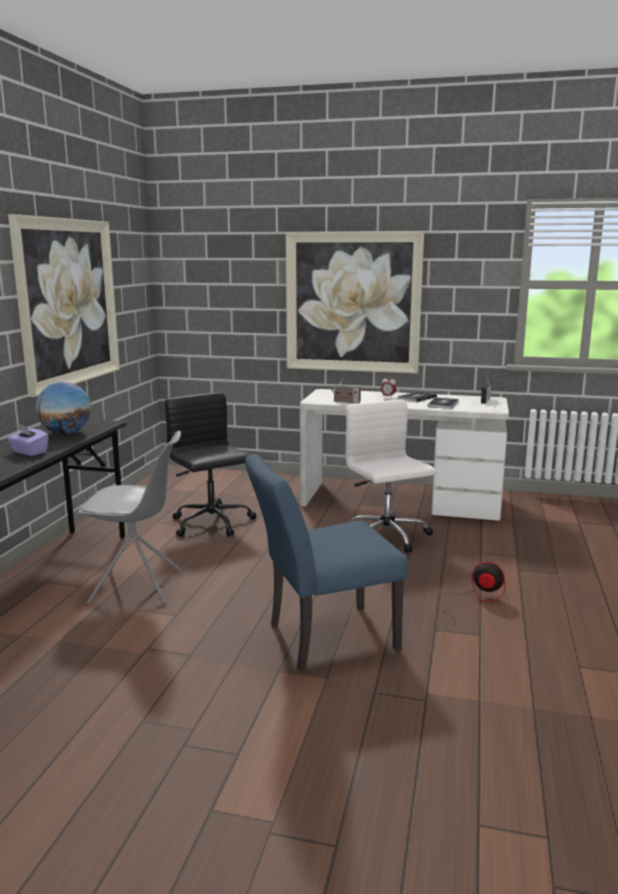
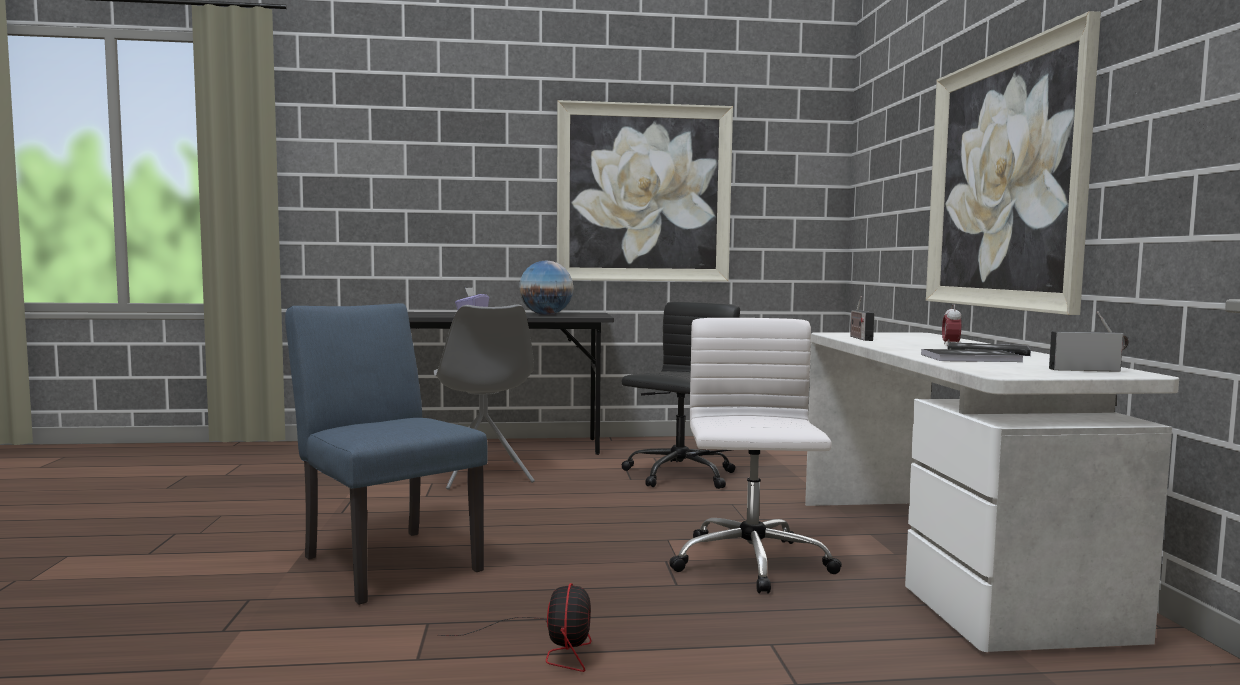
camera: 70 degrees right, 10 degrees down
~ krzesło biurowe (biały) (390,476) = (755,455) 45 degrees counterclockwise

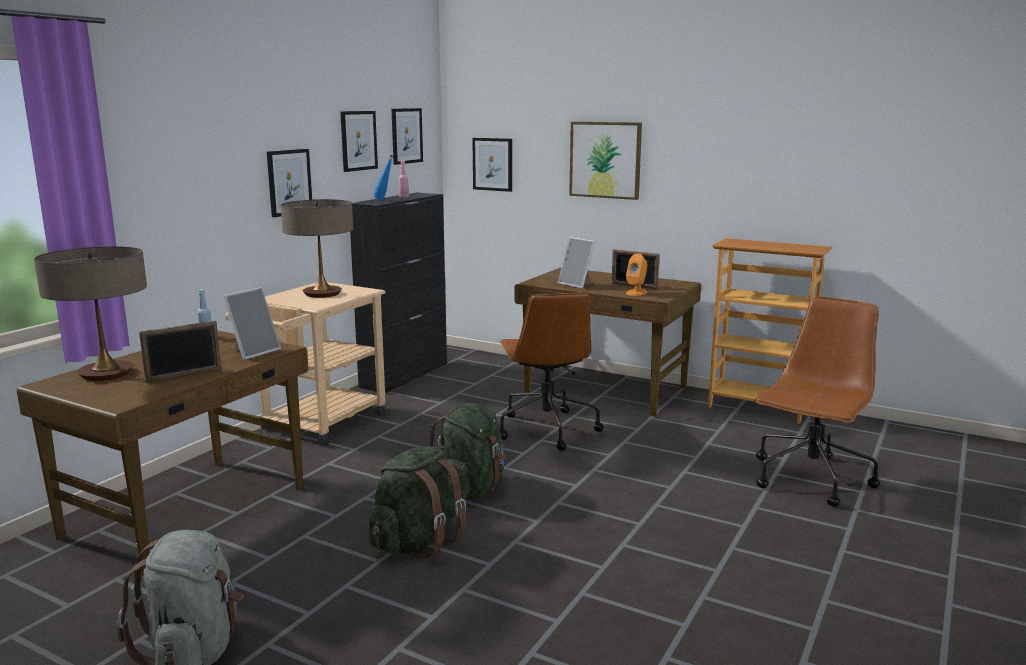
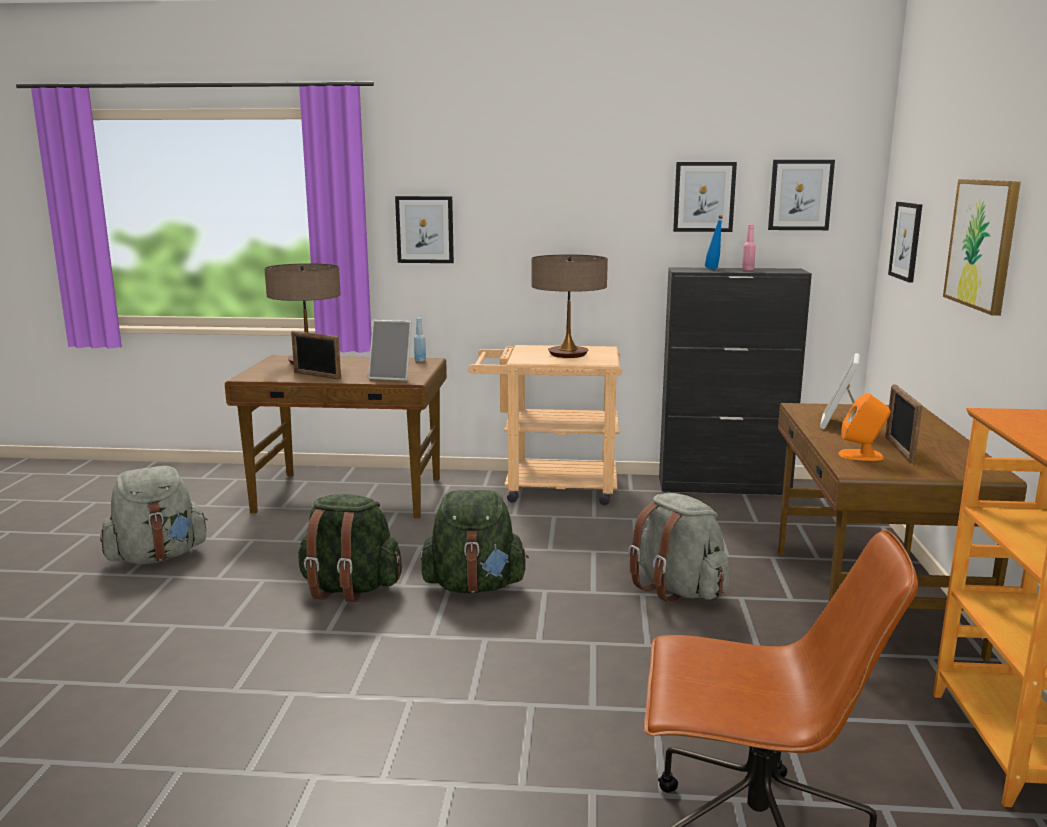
camera: 65 degrees right, 0 degrees up
~ obraz (289,183) to (424,229)
~ krzesło biurowe (brązowy) (551,371) to plecak (szary) (678,548)

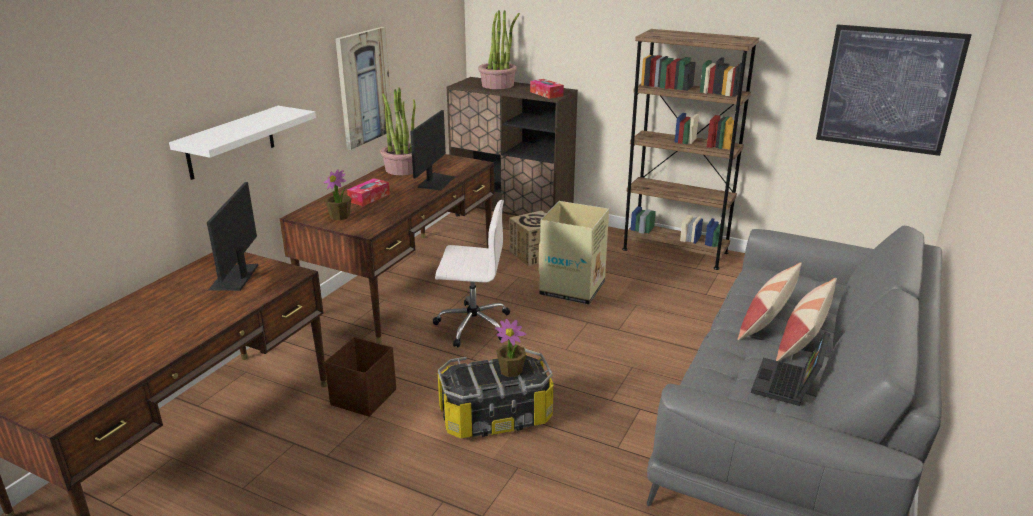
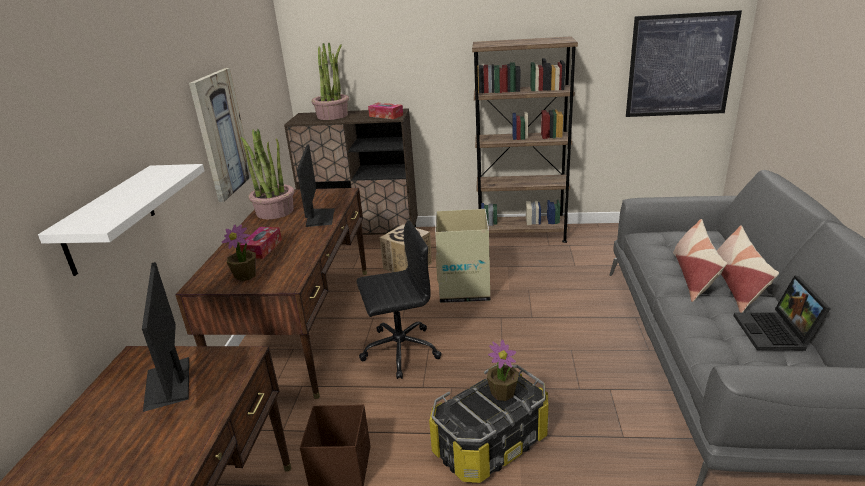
camera: 20 degrees left, 0 degrees up
~ krzesło biurowe (biały) (471,274) to krzesło biurowe (czarny) (399,299)

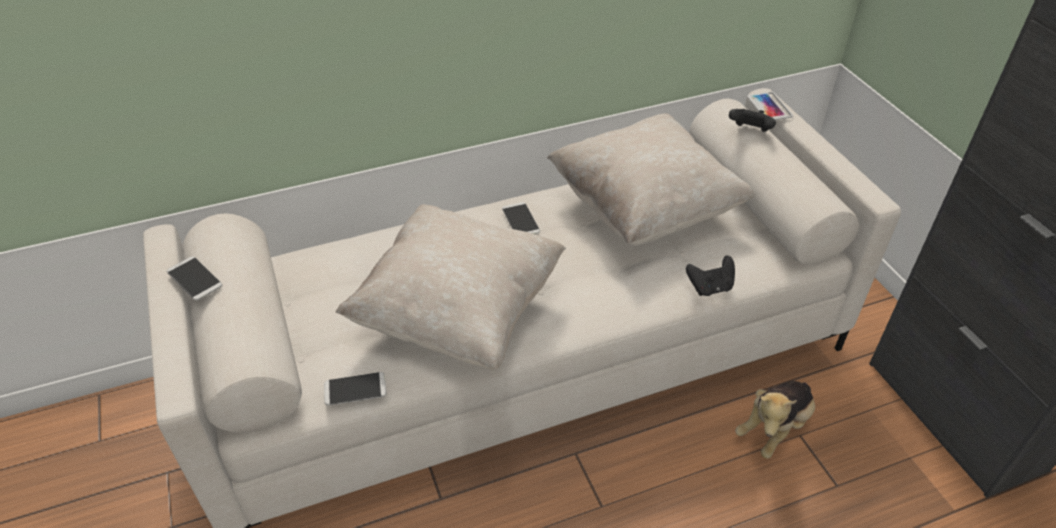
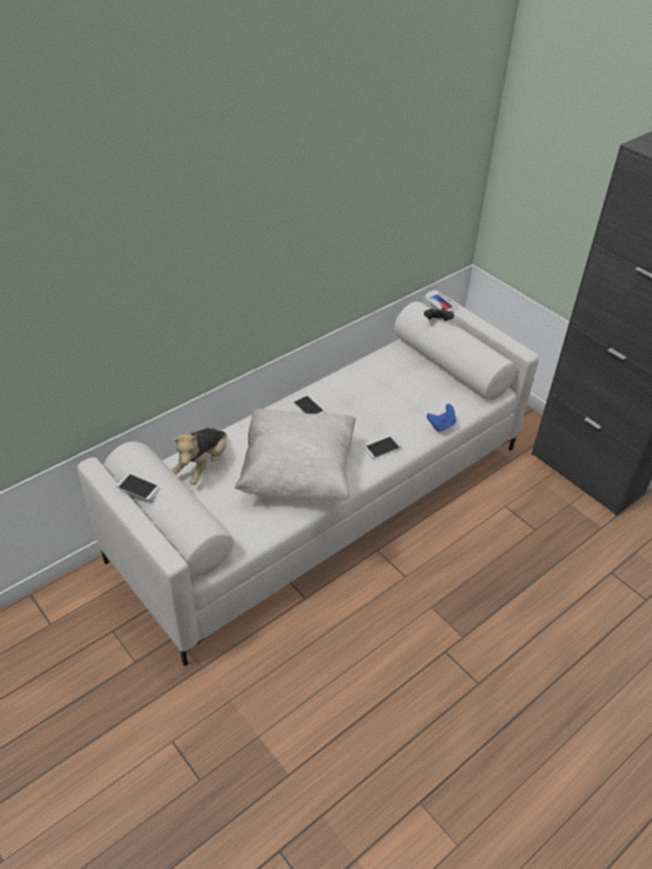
camera: 20 degrees left, 0 degrees up
- poduszka (beżowy) (650,179)
~ pad do gier (czarny) (710,275) to pad do gier (niebieski) (441,418)
~ telefon (355,389) to (382,447)
~ pluszak (775,420) to (199,456)

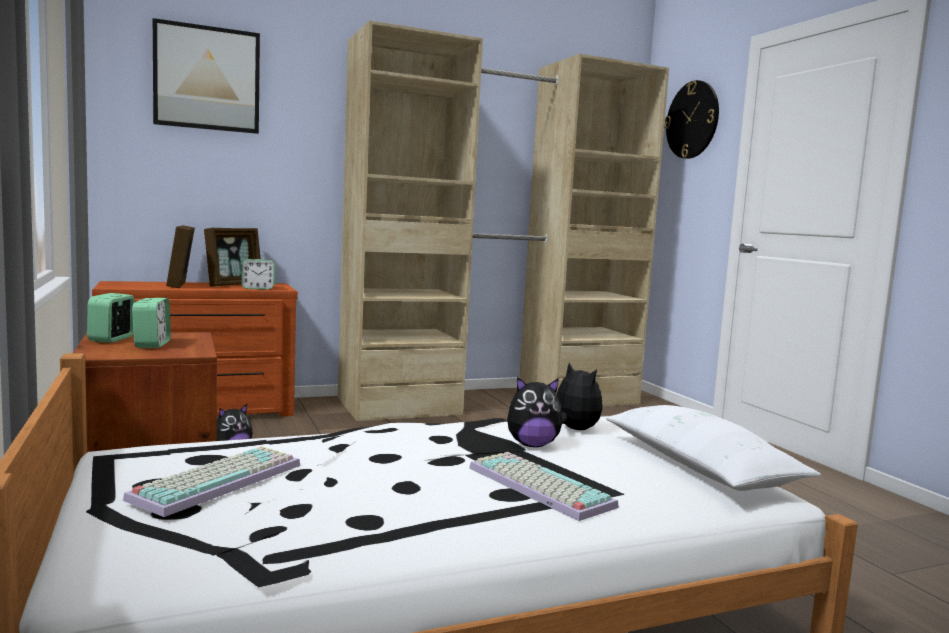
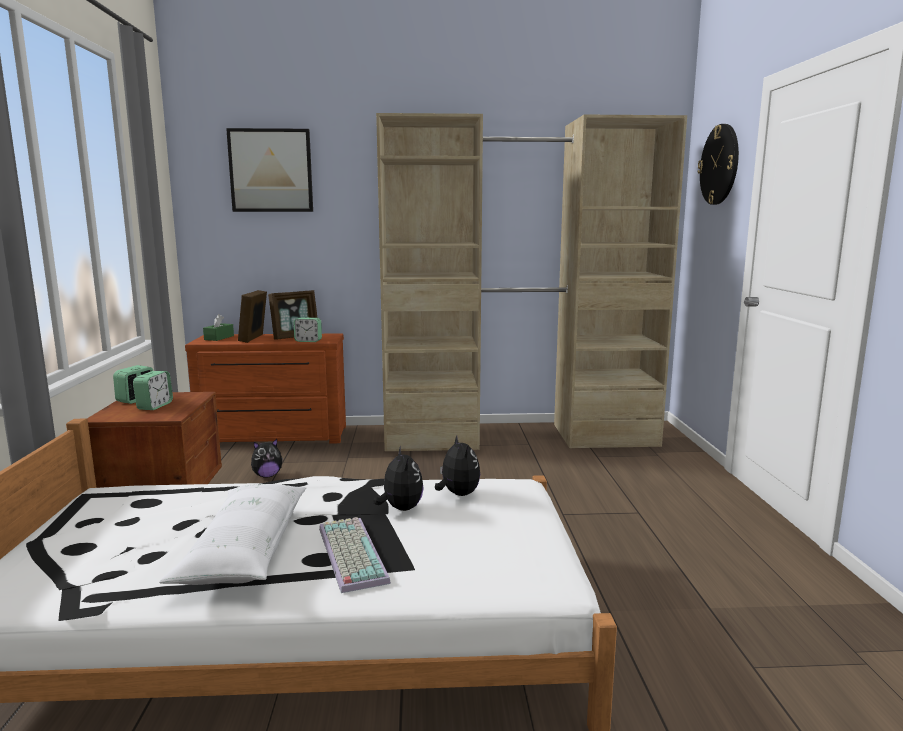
camera: 20 degrees right, 5 degrees up
~ pluszak (535,412) = (399,478) 120 degrees counterclockwise
~ poduszka (biały) (713,448) to (232,534)
- klawiatura (212,481)
+ pudełko chusteczek (zielony) (218,327)

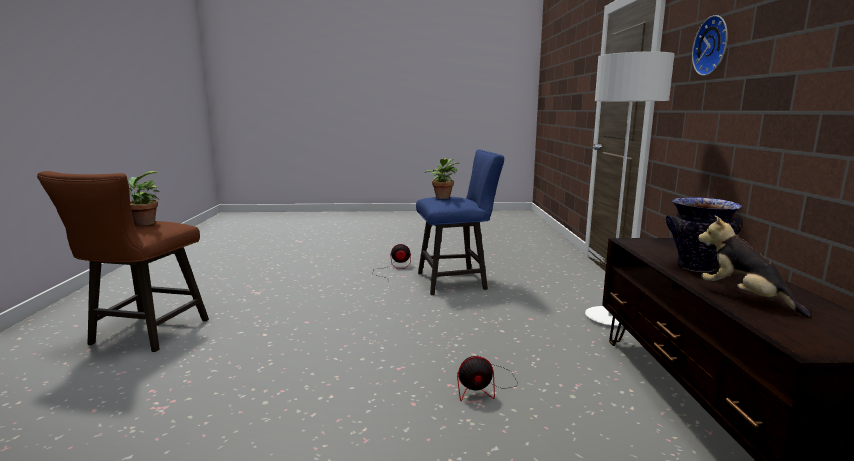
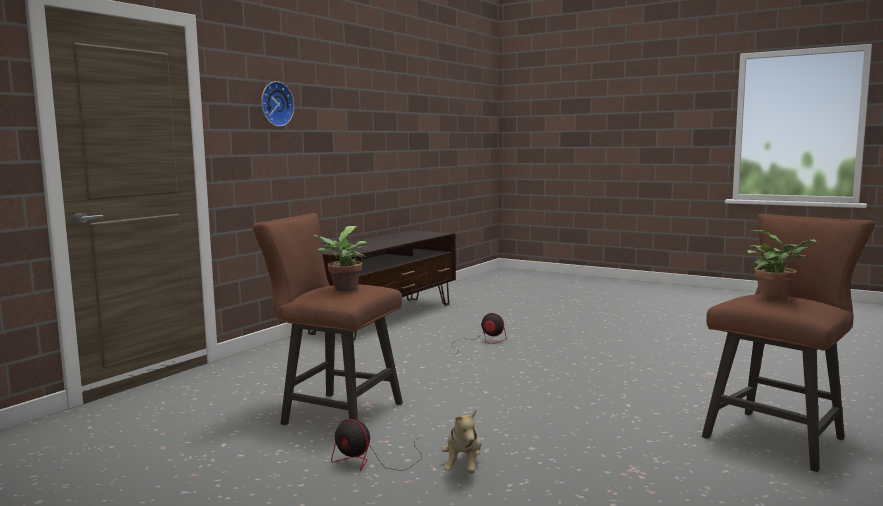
camera: 145 degrees left, 5 degrees down
- lampa stojąca (biały) (630,189)
~ stołek (niebieski) (460,222) to stołek (brązowy) (328,319)
- wazon (704,235)
~ pluszak (754,266) to (461,441)

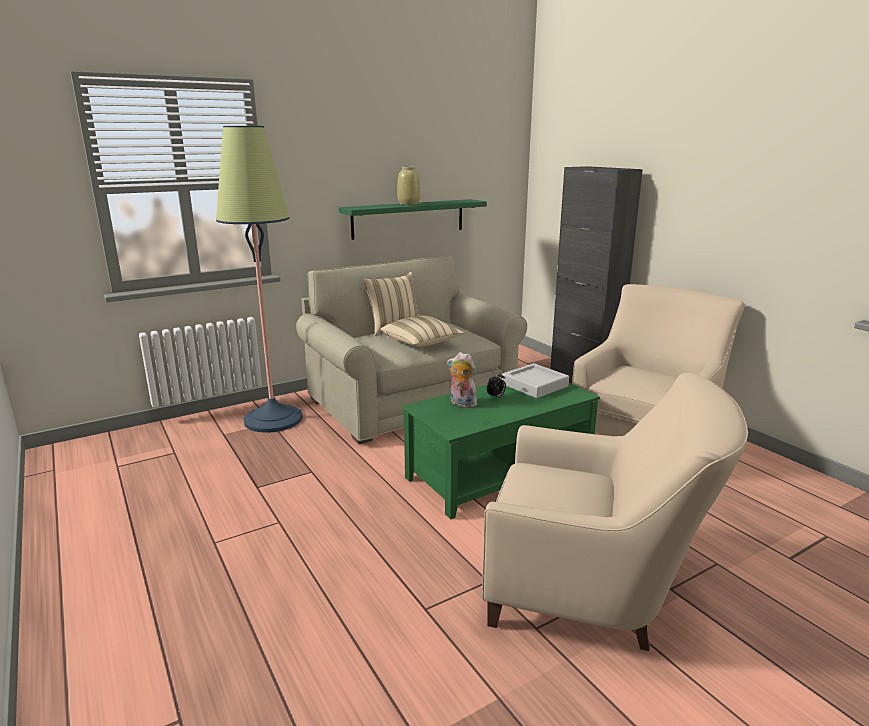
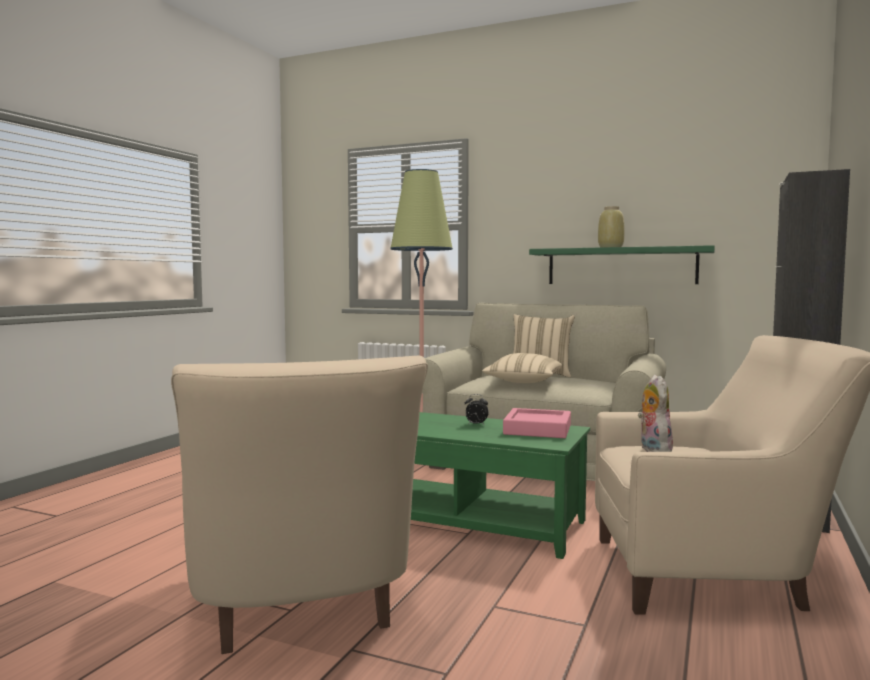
camera: 55 degrees right, 15 degrees down
~ pluszak (462,380) to (655,413)
~ taca (szary) (535,380) to taca (różowy) (537,423)

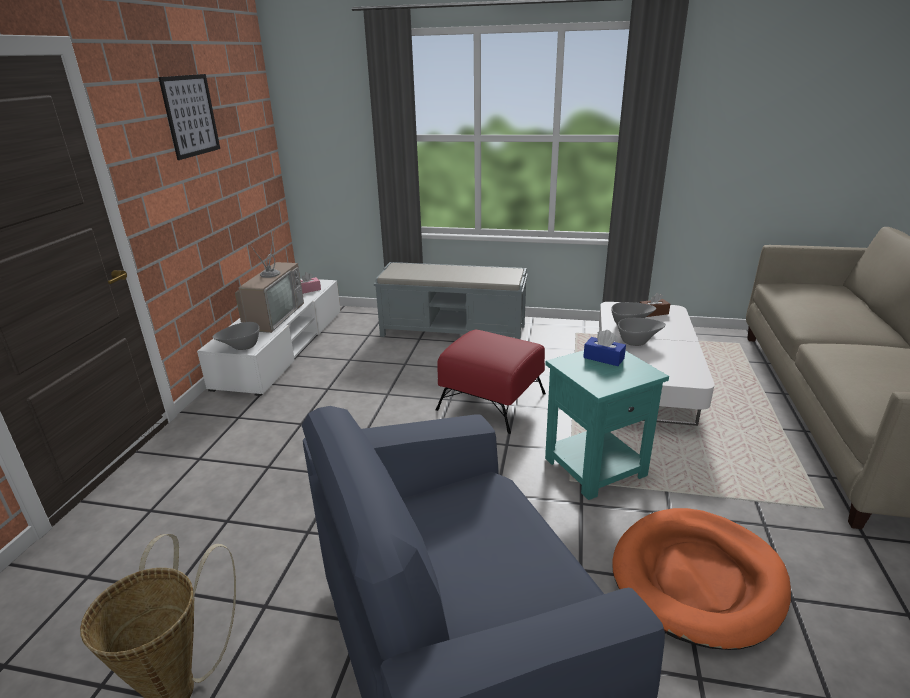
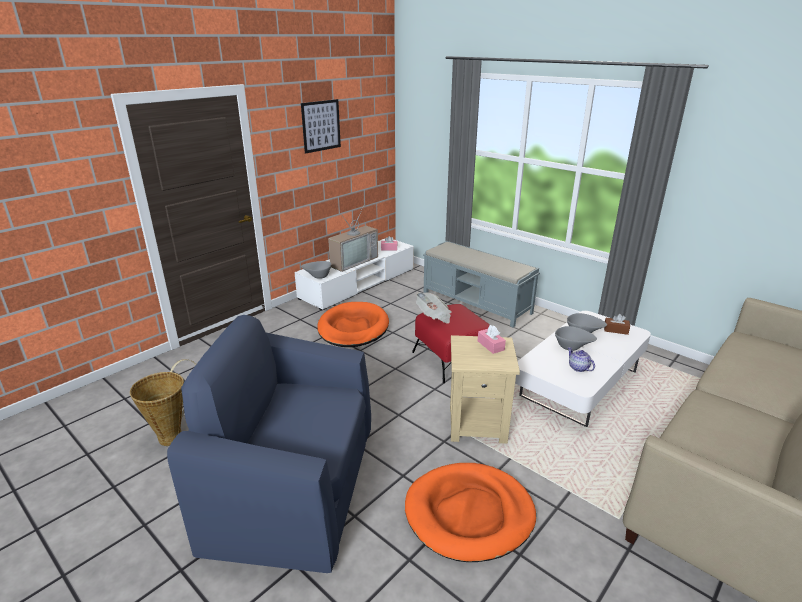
camera: 30 degrees right, 0 degrees up
~ pudełko chusteczek (niebieski) (604,348) to pudełko chusteczek (różowy) (492,339)
~ stolik (turkusowy) (607,425) to stolik (beżowy) (485,389)
+ gazeta (434,308)
+ legowisko (pomarańczowy) (353,324)
+ imbryk (581,359)

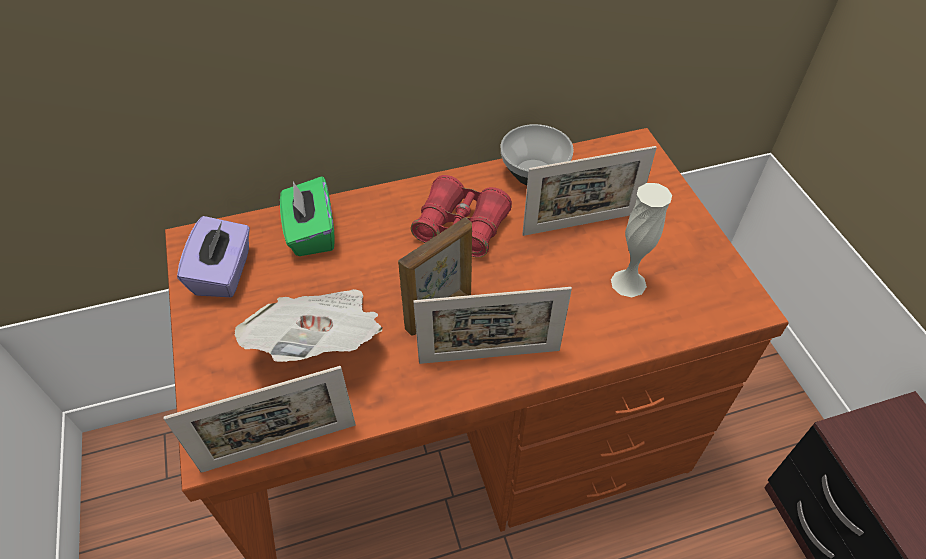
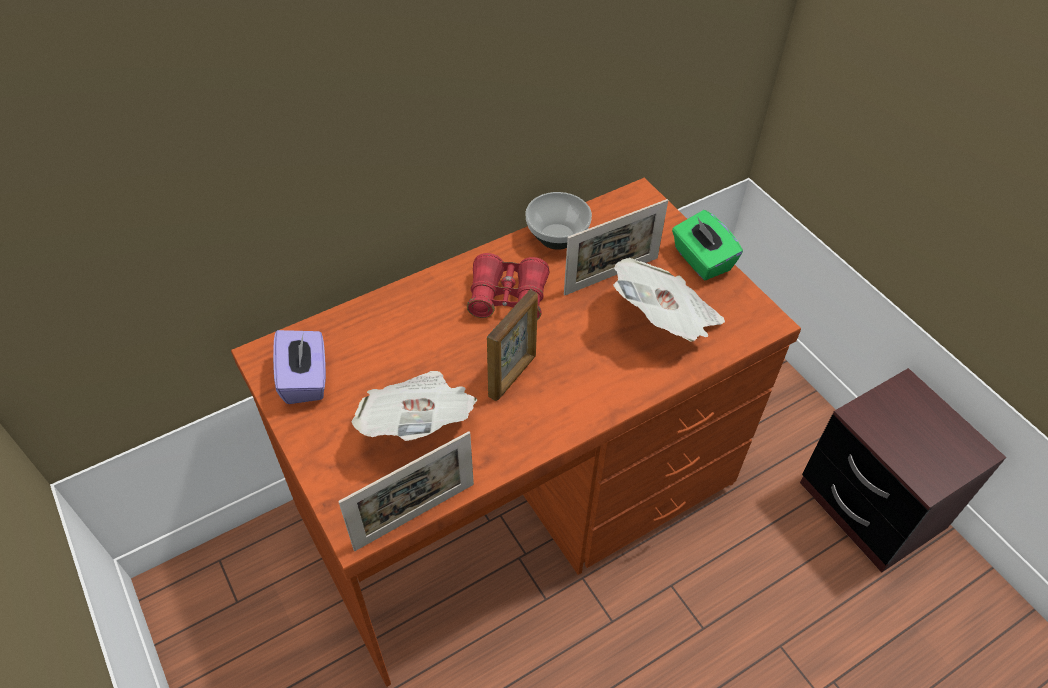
camera: 15 degrees left, 0 degrees up
~ pudełko chusteczek (zielony) (307,216) to (707,245)
~ wazon (biały) (641,240) to gazeta (669,300)
- ramka na zdjęcie (492,325)

